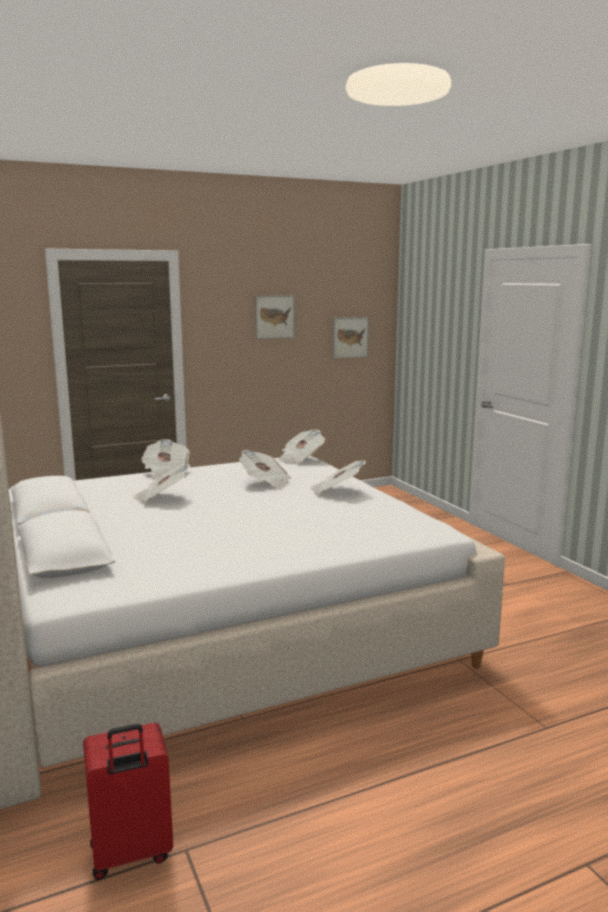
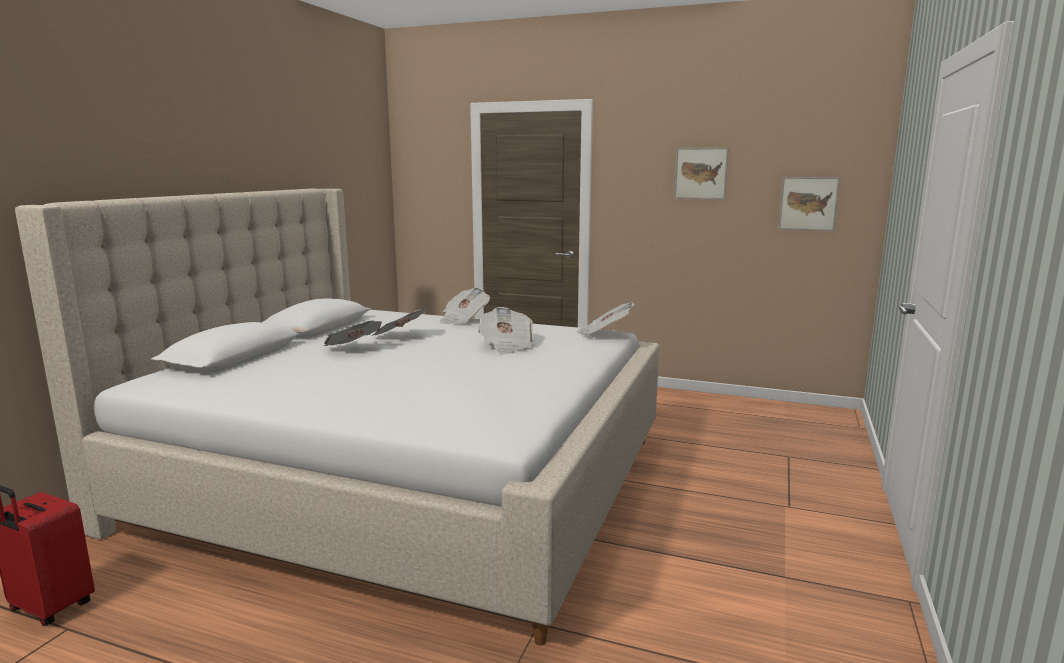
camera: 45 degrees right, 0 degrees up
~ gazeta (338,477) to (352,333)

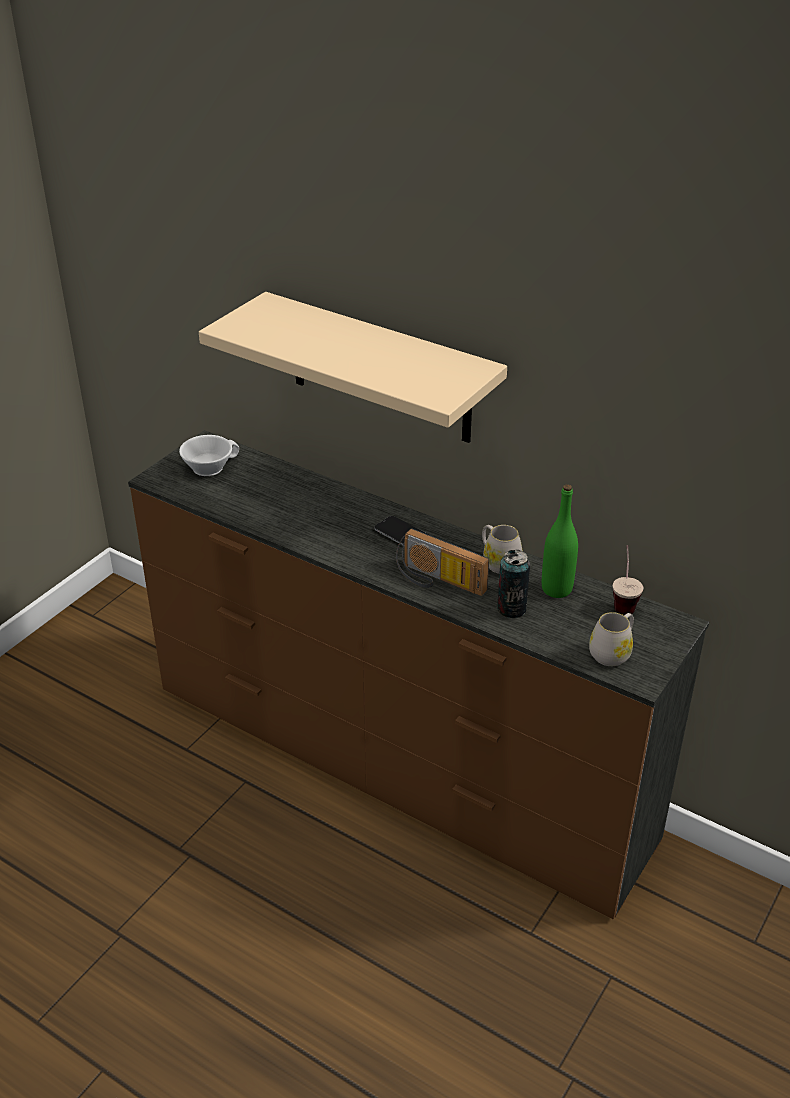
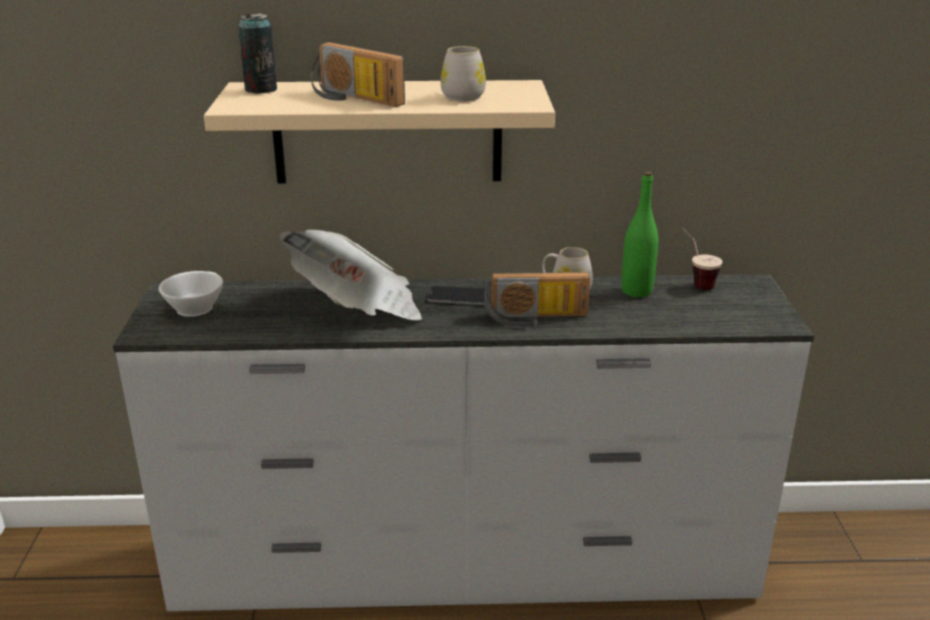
camera: 35 degrees left, 10 degrees down
~ komoda (brązowy) (418,674) to komoda (biały) (463,442)
~ puszka (513,584) to (257,53)
~ kubek (biały) (611,639) to (463,73)
+ radio (358,74)
+ gazeta (350,275)

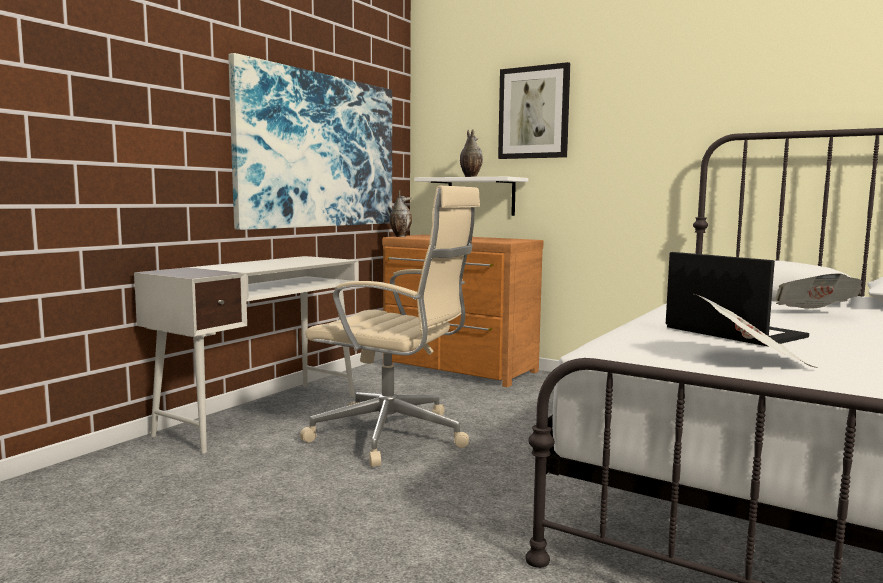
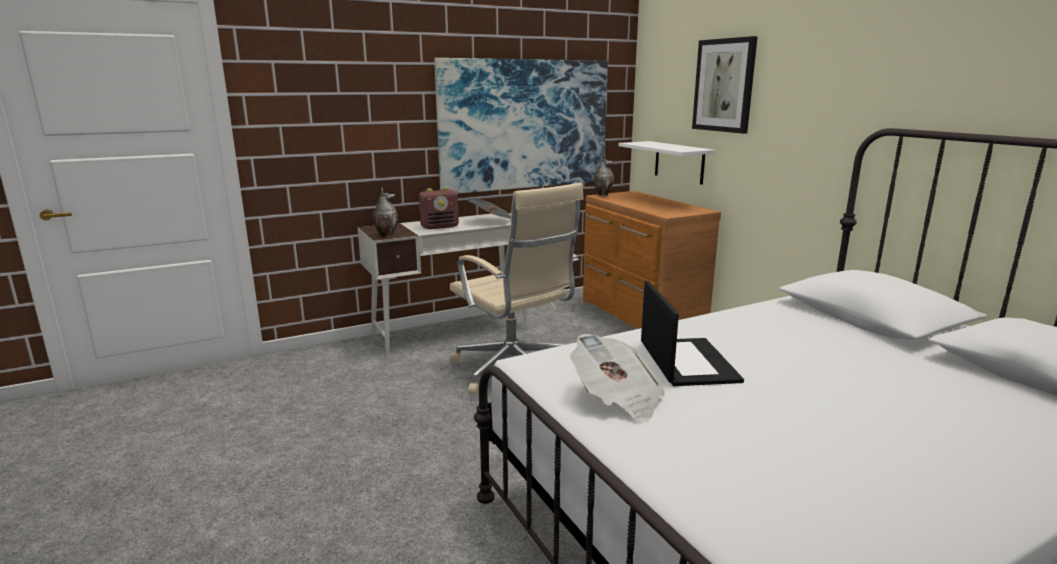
camera: 30 degrees right, 10 degrees up
~ wazon (471,153) to (385,212)
~ gazeta (819,291) to (489,208)
+ radio (439,208)

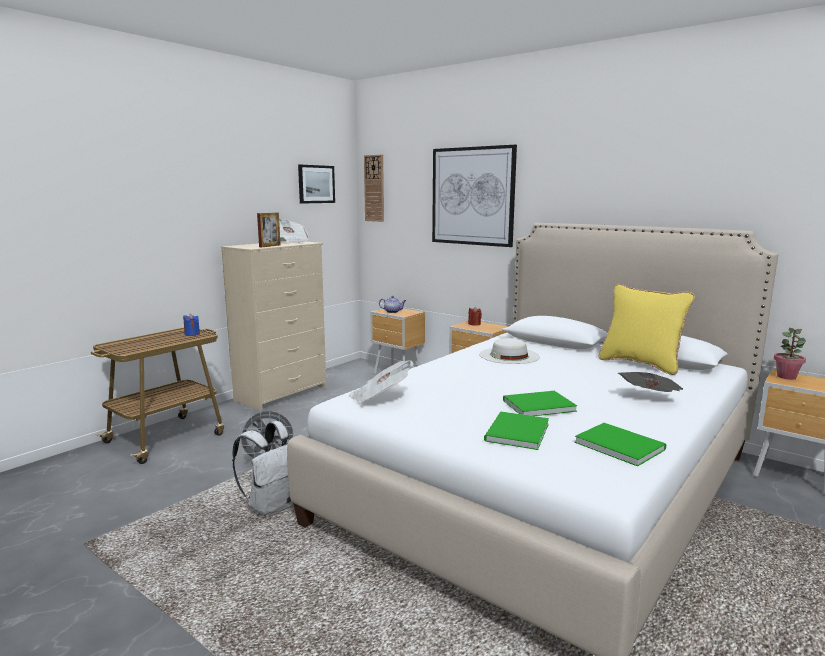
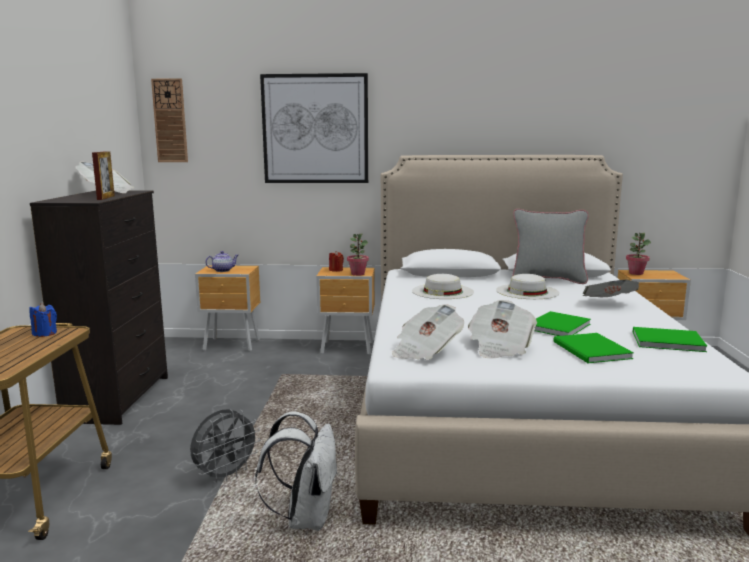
camera: 35 degrees left, 0 degrees up
- obraz (316,184)
~ komoda (beżowy) (273,326) to komoda (czarny) (99,308)
~ poduszka (żółty) (646,329) to poduszka (szary) (550,246)
+ roślina doniczkowa (358,254)
+ kapelusz (biały) (528,286)
+ gazeta (502,329)

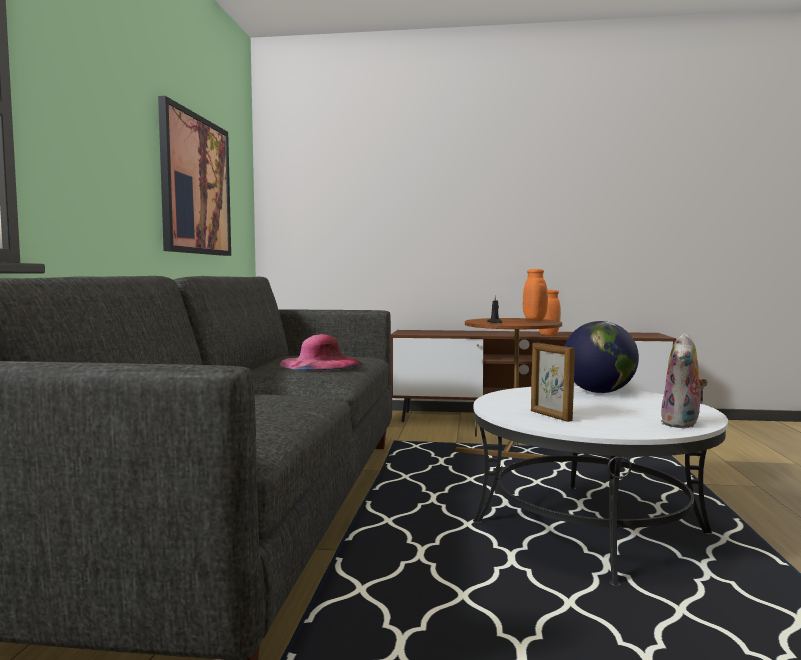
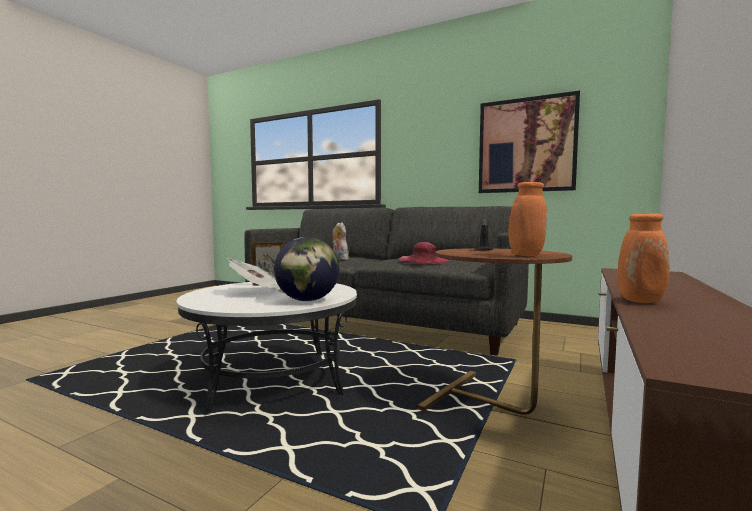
camera: 110 degrees right, 0 degrees up
~ pluszak (684,380) to (340,241)
+ gazeta (255,275)

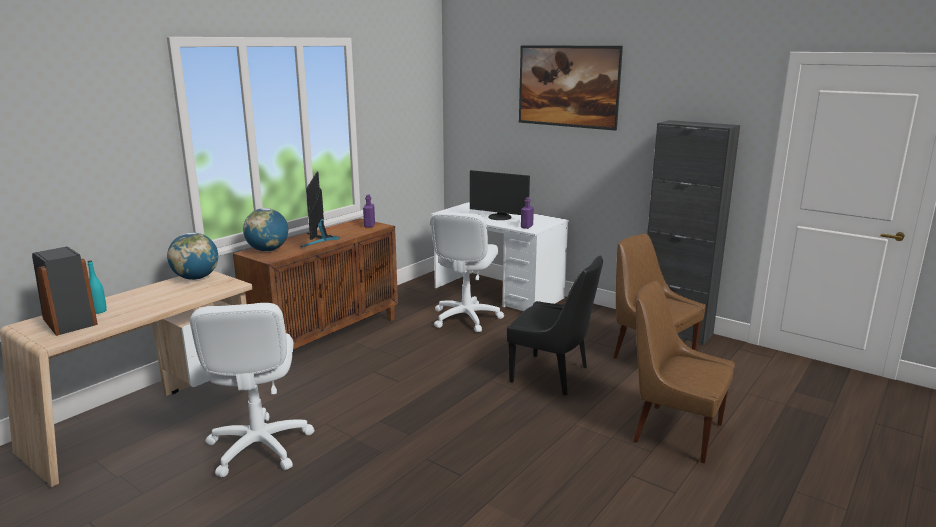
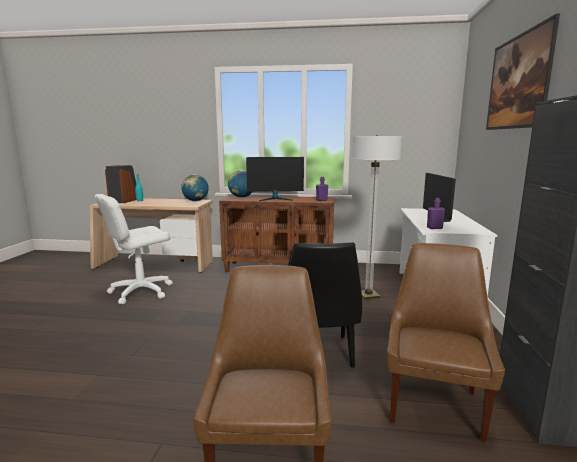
camera: 60 degrees right, 5 degrees down
~ monitor (320,209) = (275,179) 150 degrees counterclockwise
~ krzesło biurowe (biały) (467,271) to lampa stojąca (376,217)

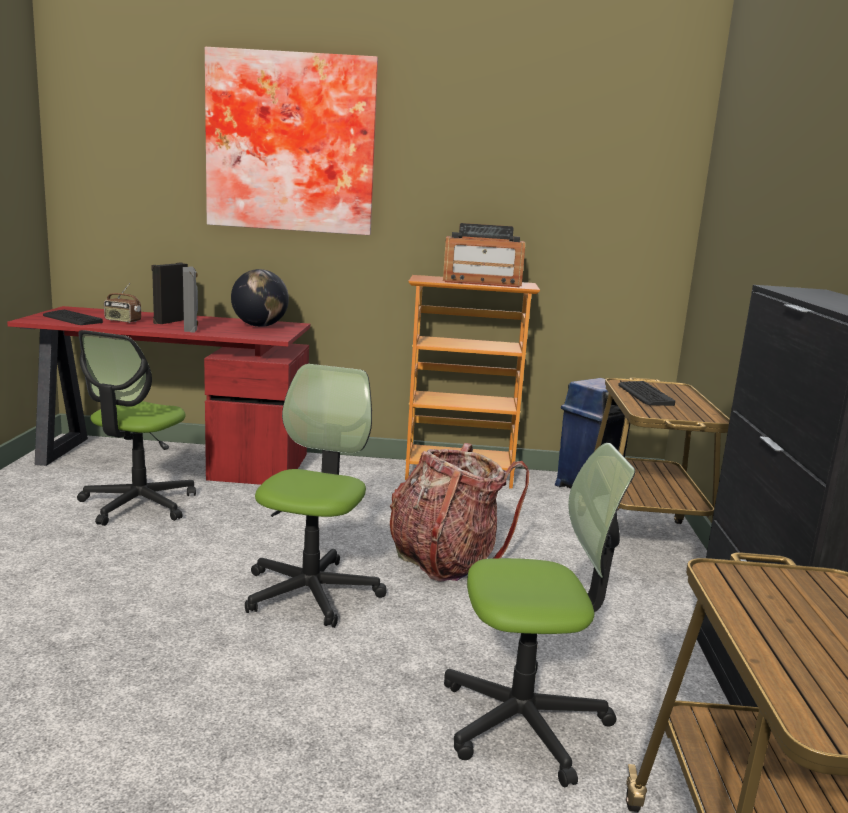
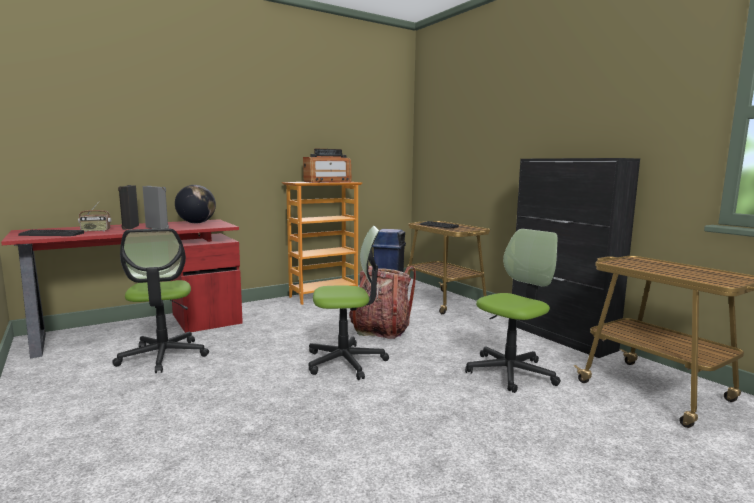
camera: 35 degrees left, 5 degrees down
- obraz (291,141)
~ krzesło biurowe (316,496) = (348,303) 105 degrees clockwise

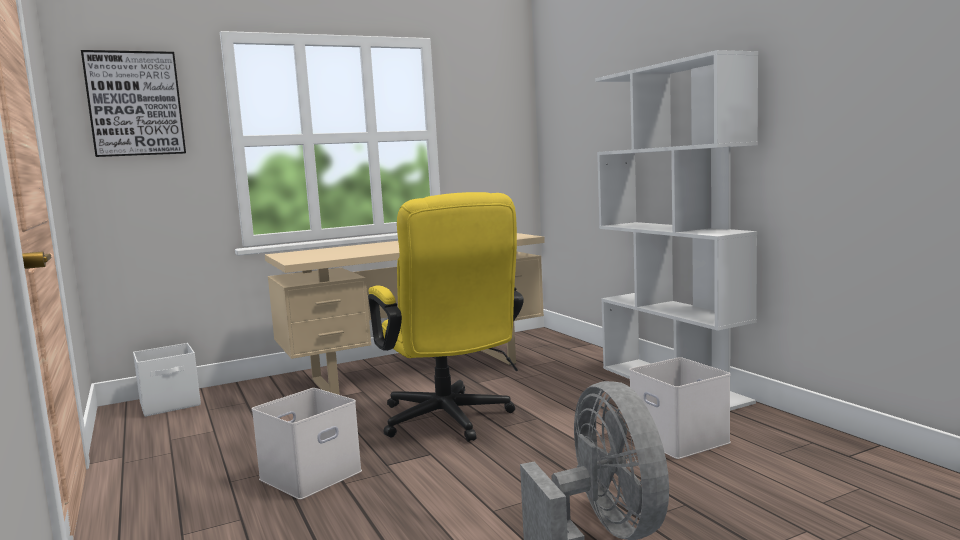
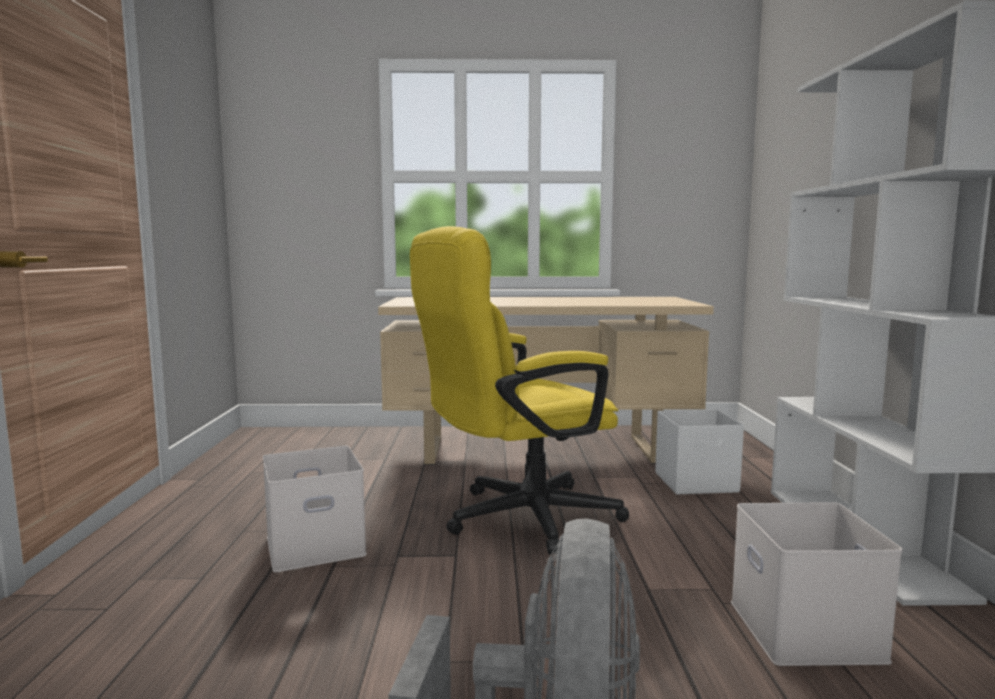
camera: 25 degrees right, 0 degrees up
- obraz (133,103)
~ krzesło biurowe (żółty) (446,317) = (519,390) 60 degrees clockwise
~ pojemnik do przechowywania (biały) (167,380) to (699,451)

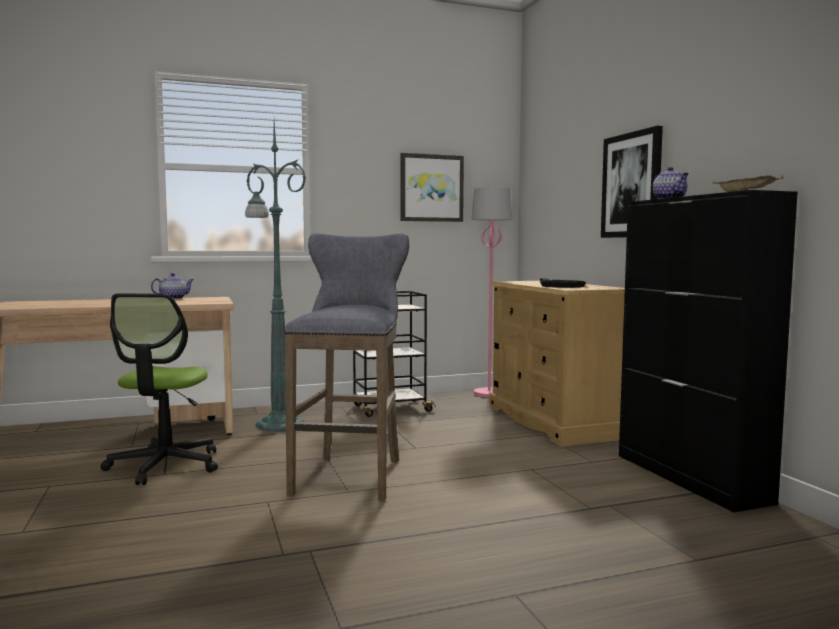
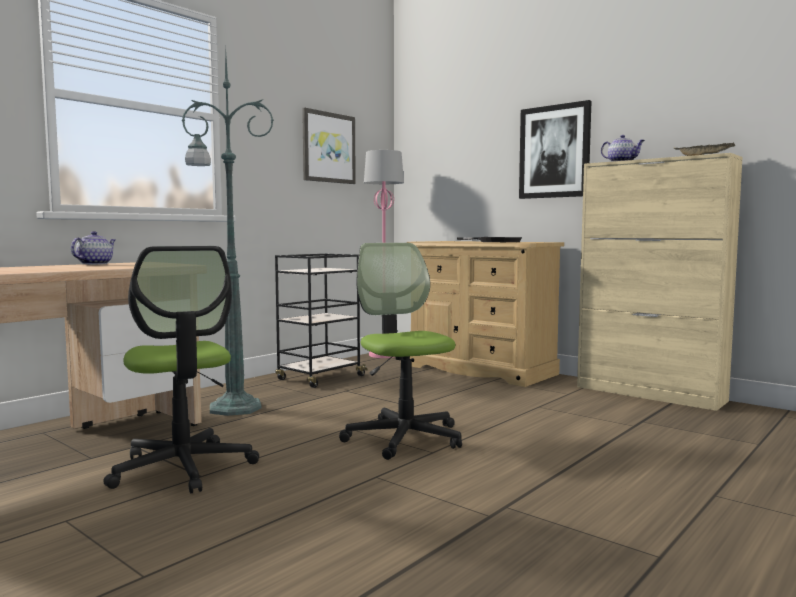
camera: 30 degrees left, 0 degrees up
~ szafka (czarny) (708,351) to szafka (beżowy) (660,282)
~ stołek (szary) (346,367) to krzesło biurowe (400,351)

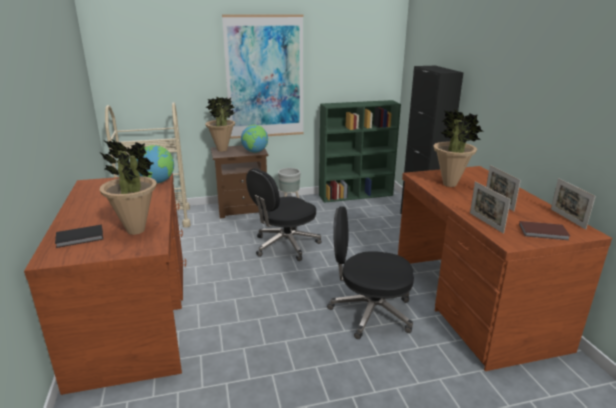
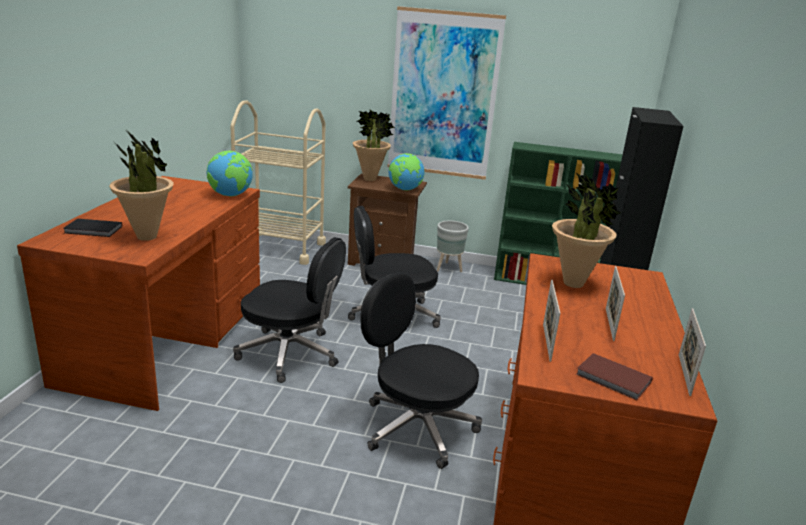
camera: 25 degrees right, 0 degrees up
+ krzesło biurowe (czarny) (289,310)

